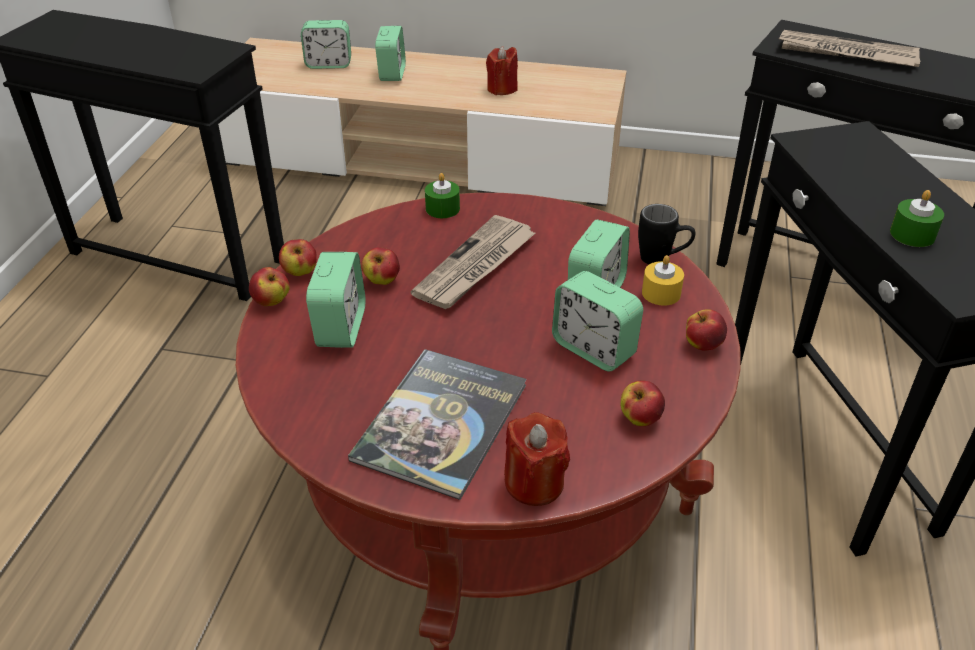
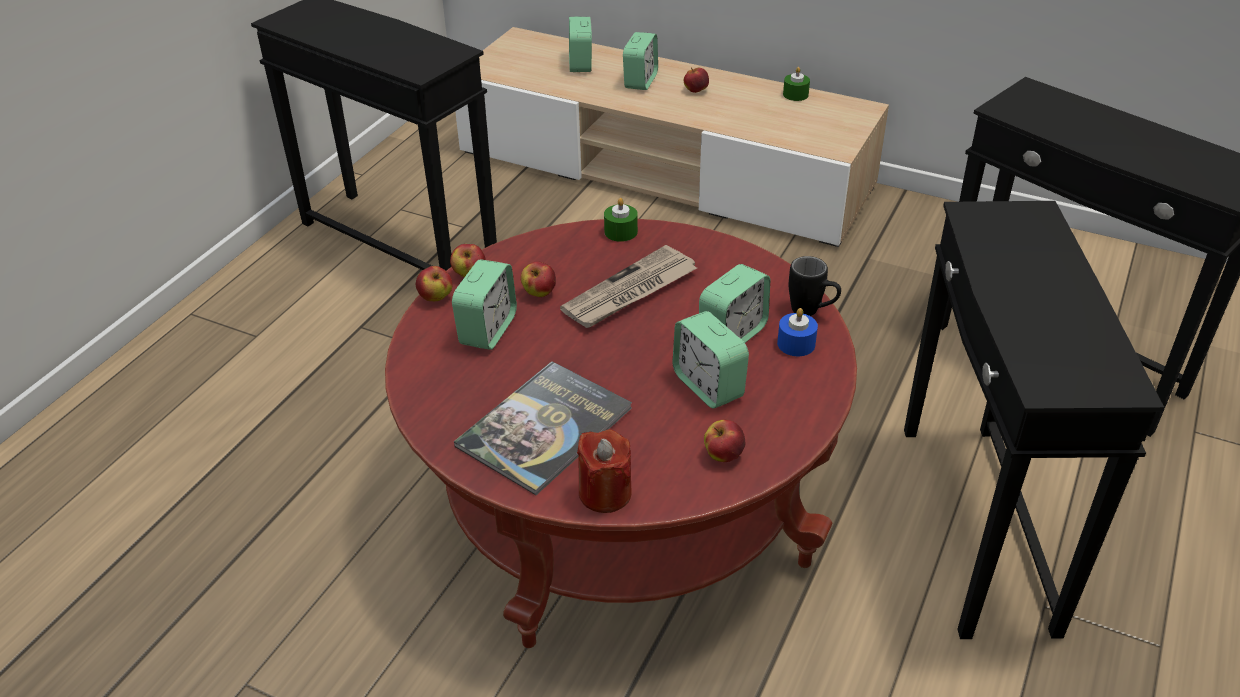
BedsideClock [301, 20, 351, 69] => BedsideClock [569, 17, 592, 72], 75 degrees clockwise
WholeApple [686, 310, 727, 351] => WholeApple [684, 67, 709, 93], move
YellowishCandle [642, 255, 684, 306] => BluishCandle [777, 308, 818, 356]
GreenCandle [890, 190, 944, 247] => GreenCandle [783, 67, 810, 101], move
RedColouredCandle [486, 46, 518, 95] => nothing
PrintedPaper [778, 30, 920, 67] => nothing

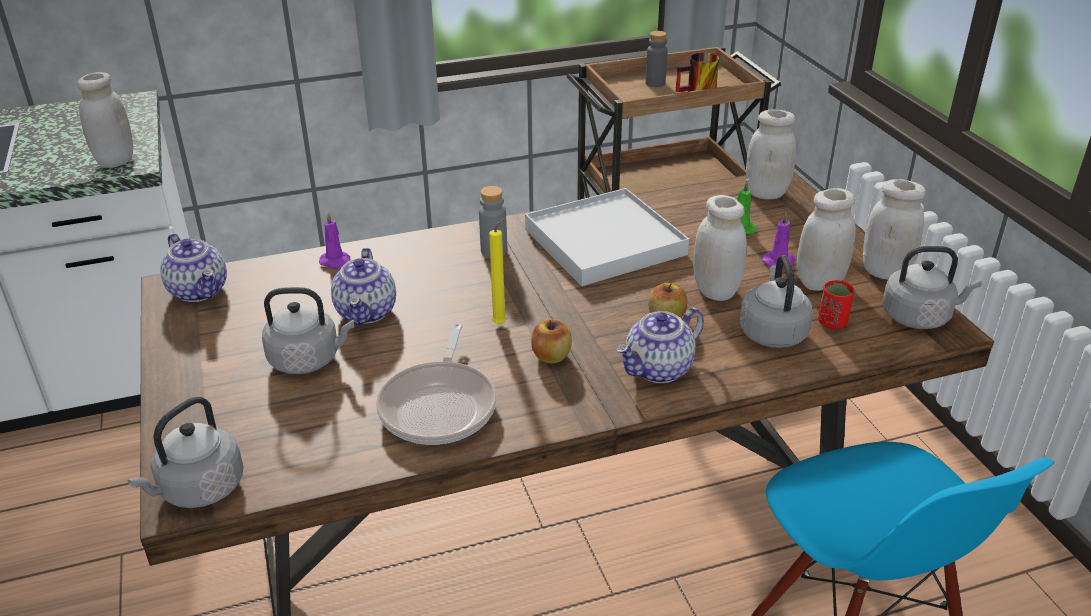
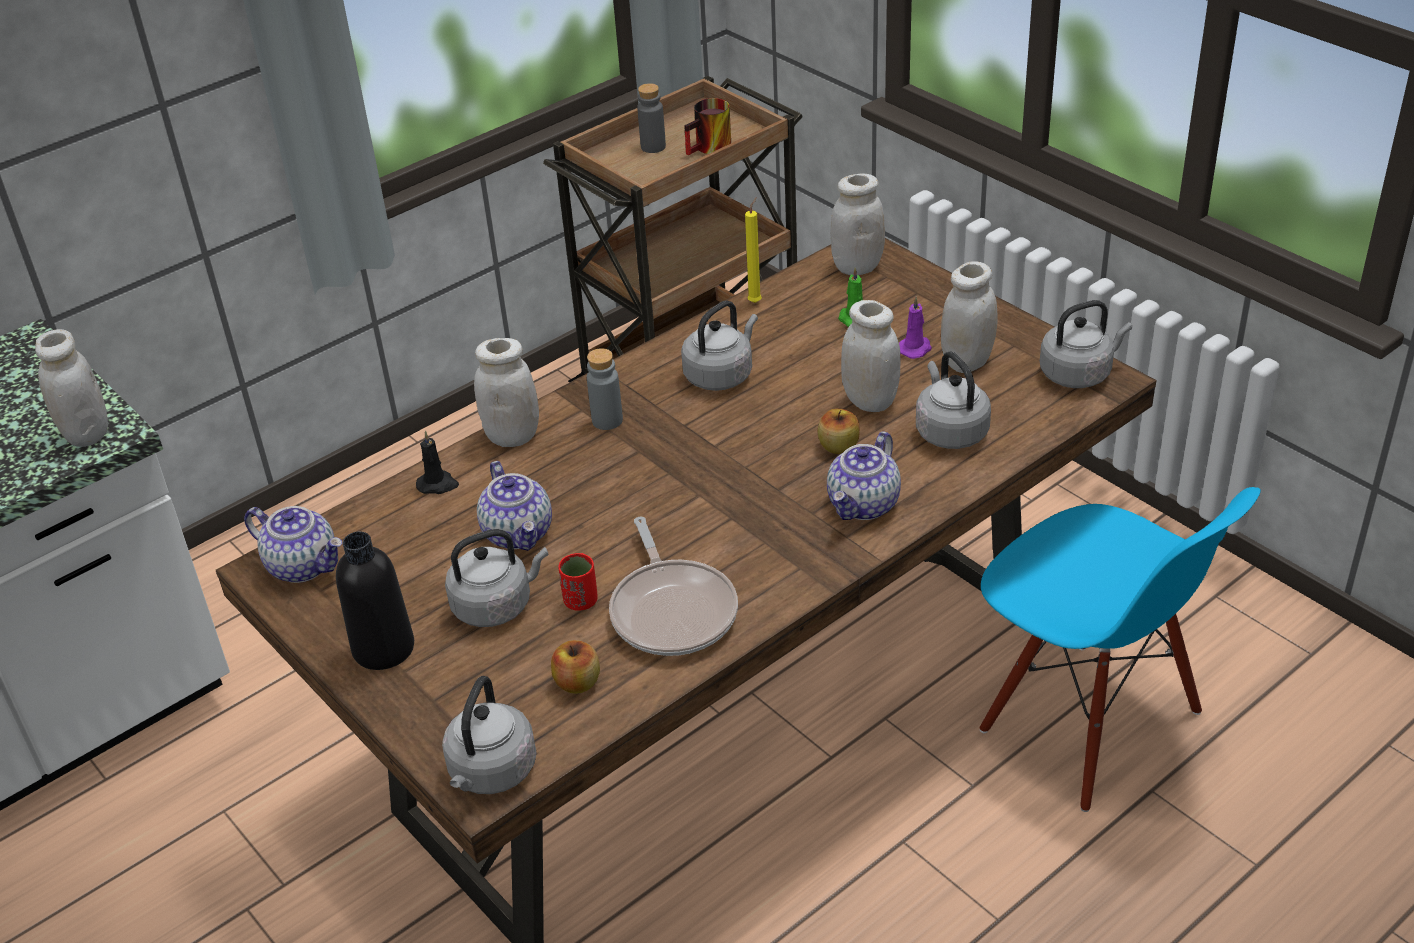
nothing => BlackishDrinkBottle [336, 531, 414, 670]
PurpleColouredCandle [319, 212, 350, 269] => BlackishCandle [416, 431, 459, 494]
WhiteColouredStorageJar [863, 179, 926, 280] => WhiteColouredStorageJar [474, 338, 539, 447], move
WholeApple [531, 319, 572, 363] => WholeApple [551, 640, 600, 694], move
RedColouredCup [818, 280, 854, 329] => RedColouredCup [559, 553, 598, 611], move
WhiteColouredServingTray [525, 188, 689, 286] => GreyishTeaKettle [681, 300, 758, 391]
YellowishCandle [489, 217, 507, 325] => YellowishCandle [745, 197, 762, 303], move

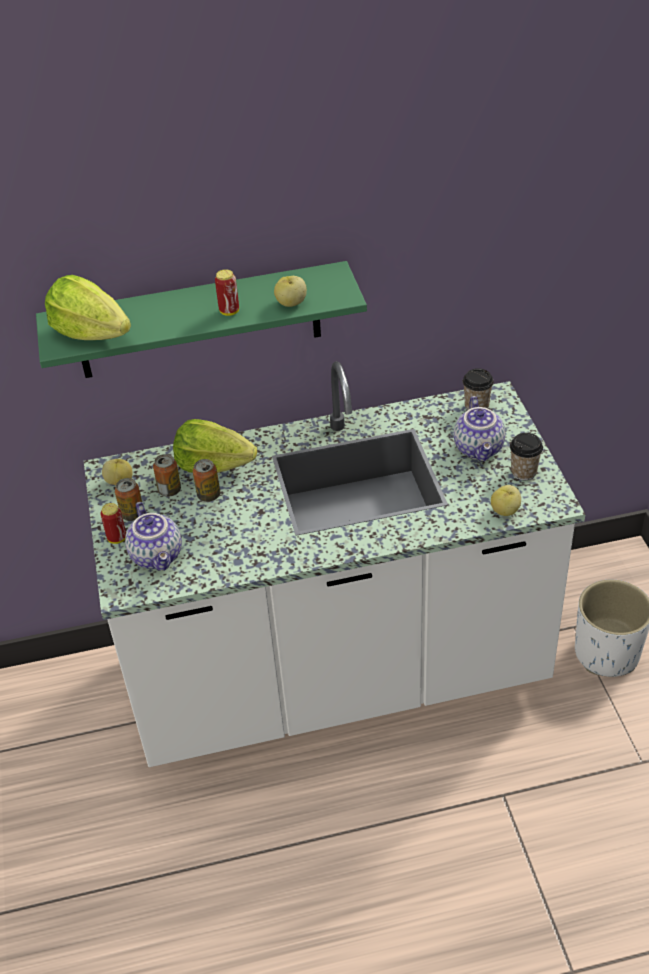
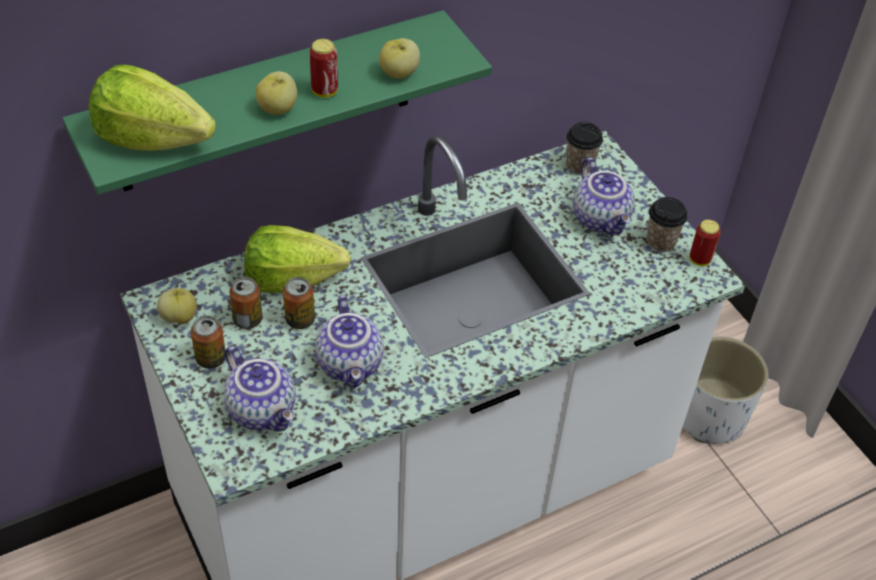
WholeApple [491, 485, 521, 516] => WholeApple [256, 71, 297, 115], move
nothing => Teapot [315, 295, 384, 388]
Can [101, 503, 126, 544] => Can [690, 220, 720, 266], move

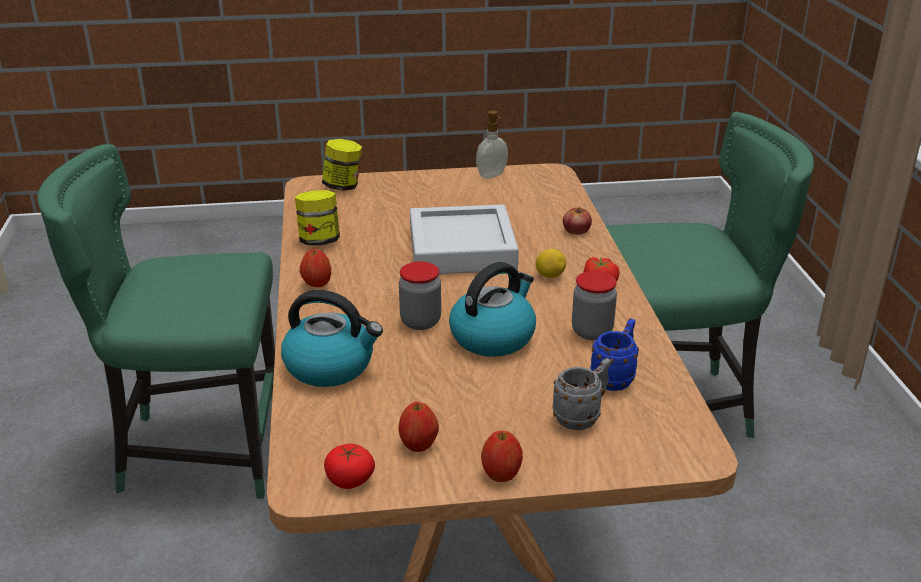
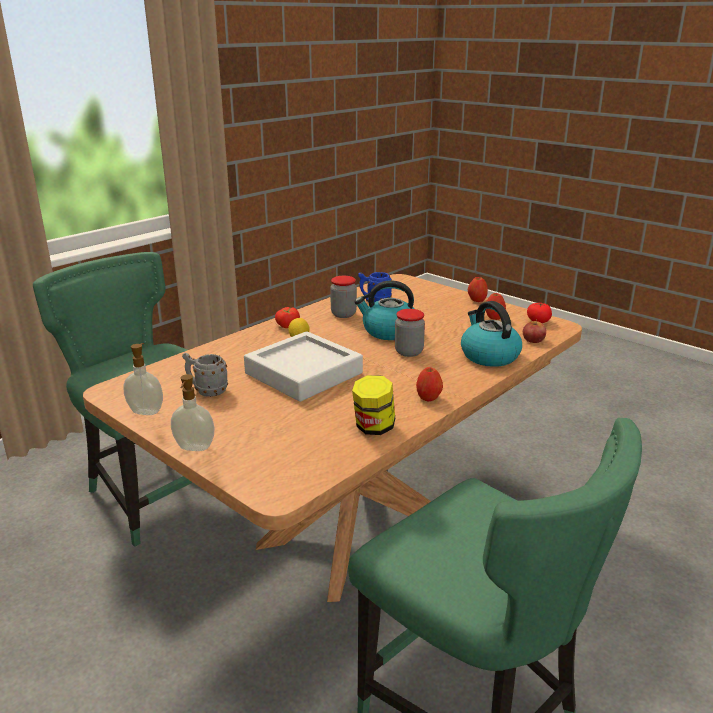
nothing => LiquidSoapBottle [171, 374, 214, 451]
GreyishTeaMug [553, 358, 611, 430] => GreyishTeaMug [182, 353, 228, 397], move
WholeApple [563, 207, 592, 235] => WholeApple [523, 319, 546, 343], move
StorageJar [322, 139, 362, 191] => nothing

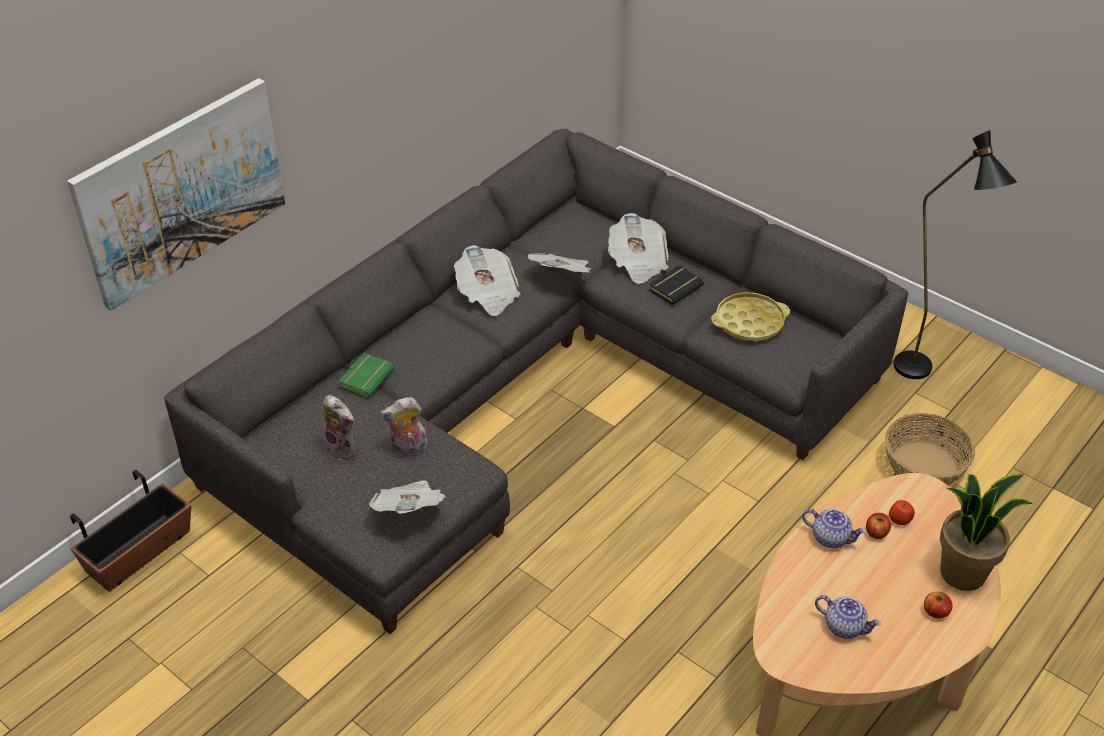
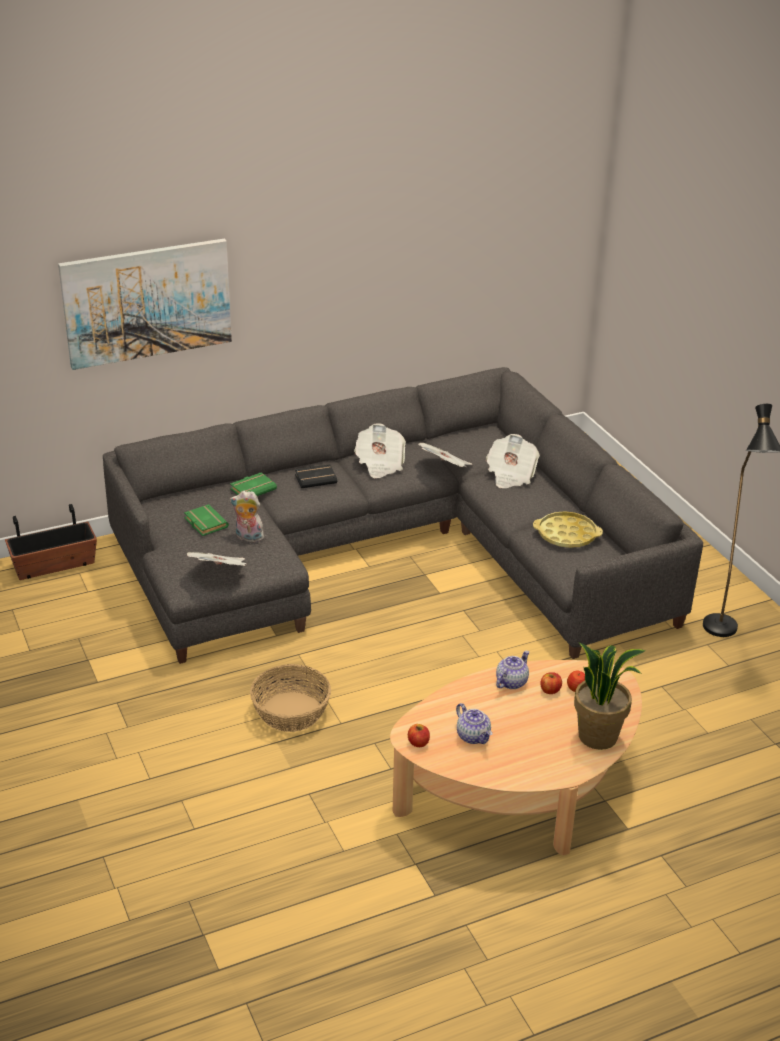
CuddlyToy [323, 395, 356, 460] => GreenBook [184, 504, 229, 536]
StorageBasket [885, 413, 975, 485] => StorageBasket [250, 664, 331, 732], move
BlackishBook [649, 265, 704, 305] => BlackishBook [295, 464, 337, 488], move
WholeApple [924, 592, 953, 619] => WholeApple [408, 724, 430, 747], move
Teapot [802, 509, 866, 548] => Teapot [496, 651, 529, 689], 105 degrees counterclockwise

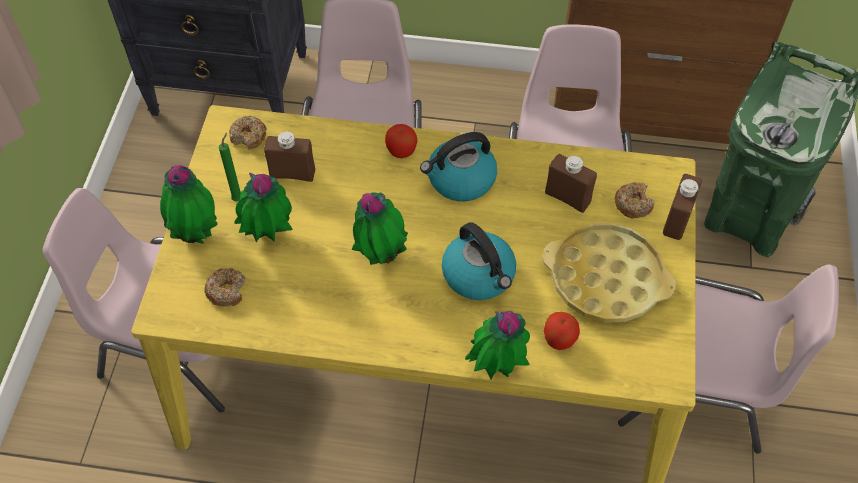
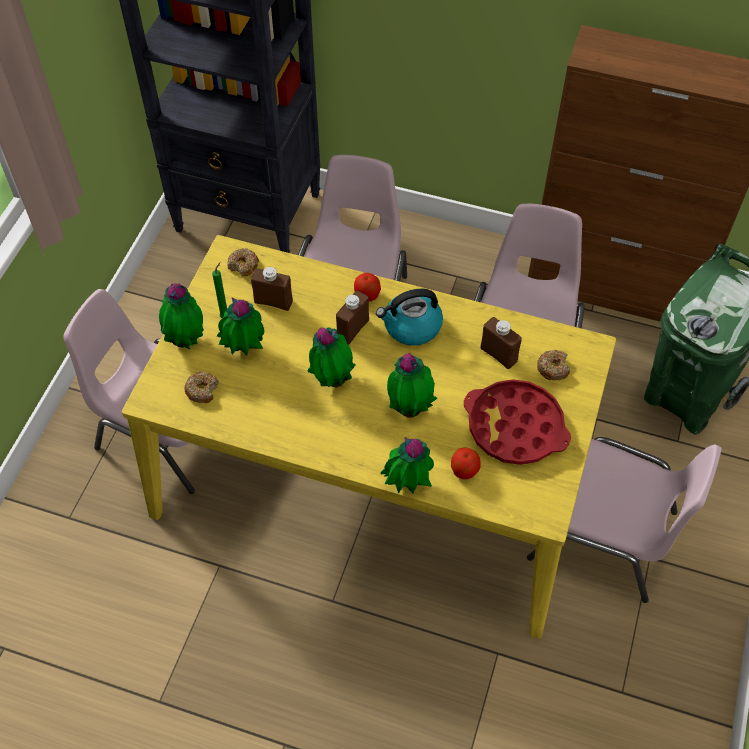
BrownDrinkBottle [663, 174, 702, 240] => BrownDrinkBottle [336, 291, 369, 345], move
TeaKettle [442, 222, 516, 300] => PottedPlant [387, 353, 437, 418]
YellowishServingTray [542, 223, 676, 322] => RedColouredServingTray [464, 379, 571, 465]

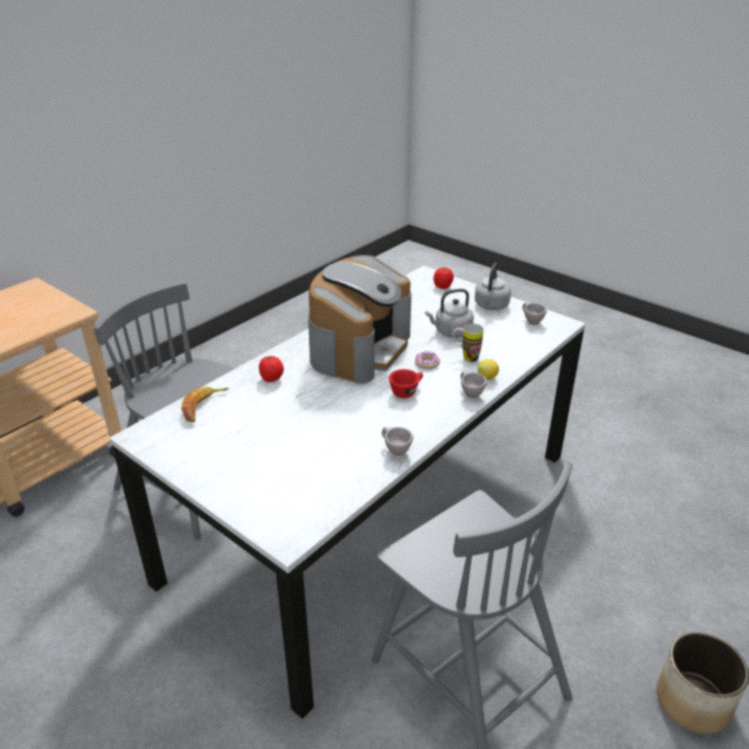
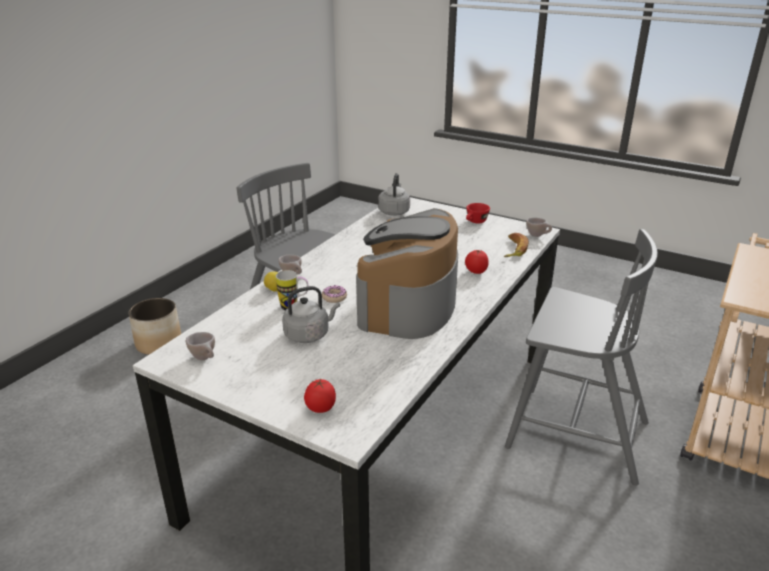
GreyishTeaKettle [475, 263, 511, 310] => GreyishTeaKettle [378, 173, 410, 216], move
RedColouredCup [389, 369, 423, 398] => RedColouredCup [466, 203, 490, 223], move
BeigeColouredCup [382, 427, 413, 456] => BeigeColouredCup [526, 217, 552, 237], move

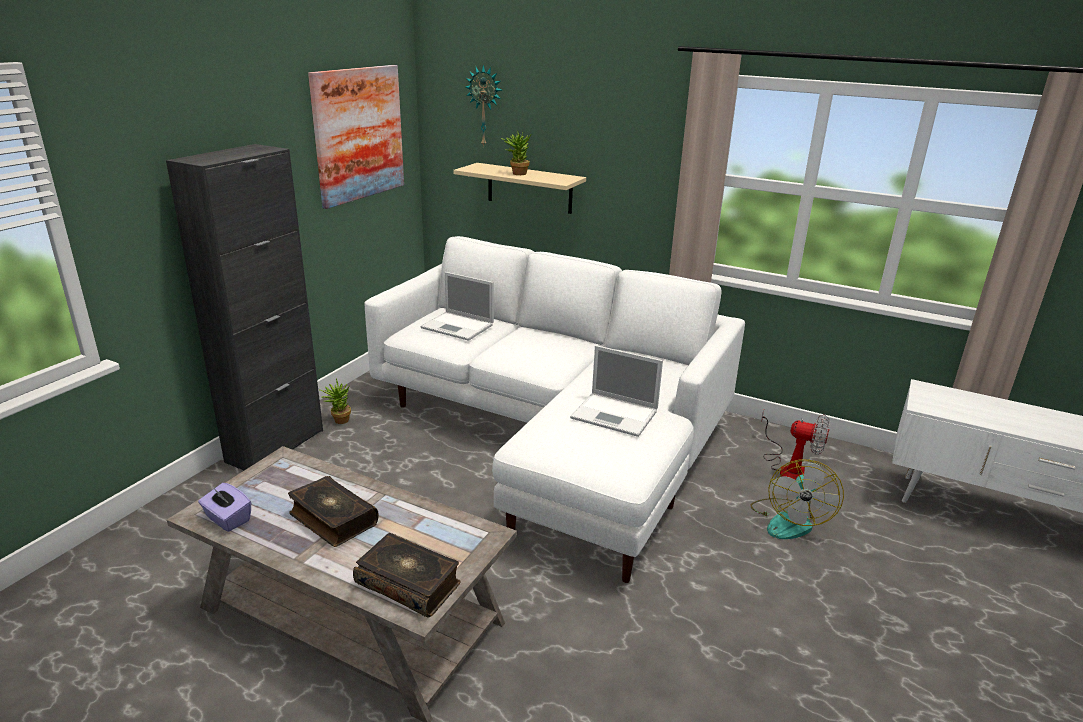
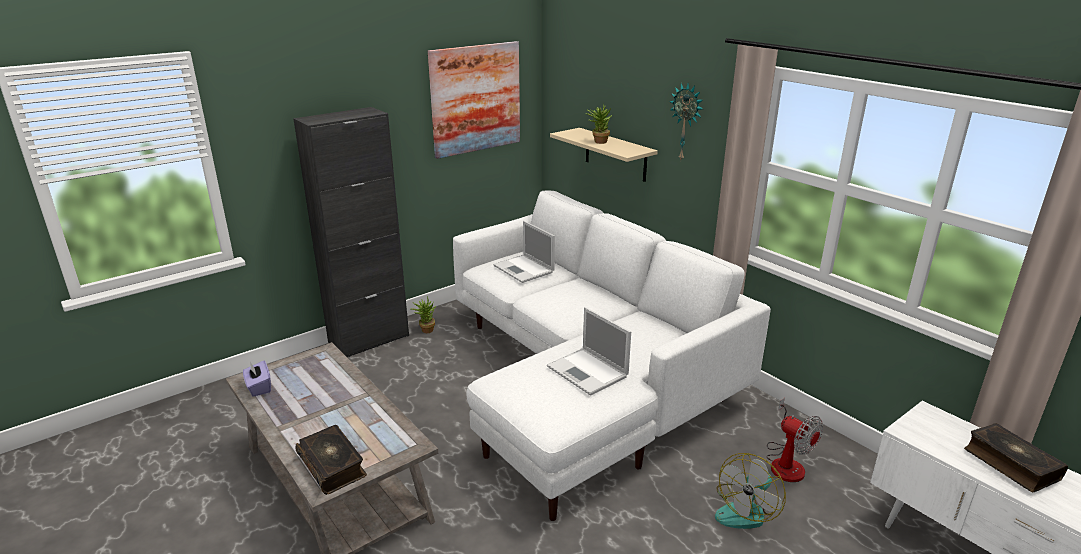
HangingClock [466, 65, 502, 148] => HangingClock [669, 83, 703, 160], move
Book [288, 476, 379, 547] => Book [964, 423, 1068, 492], move

